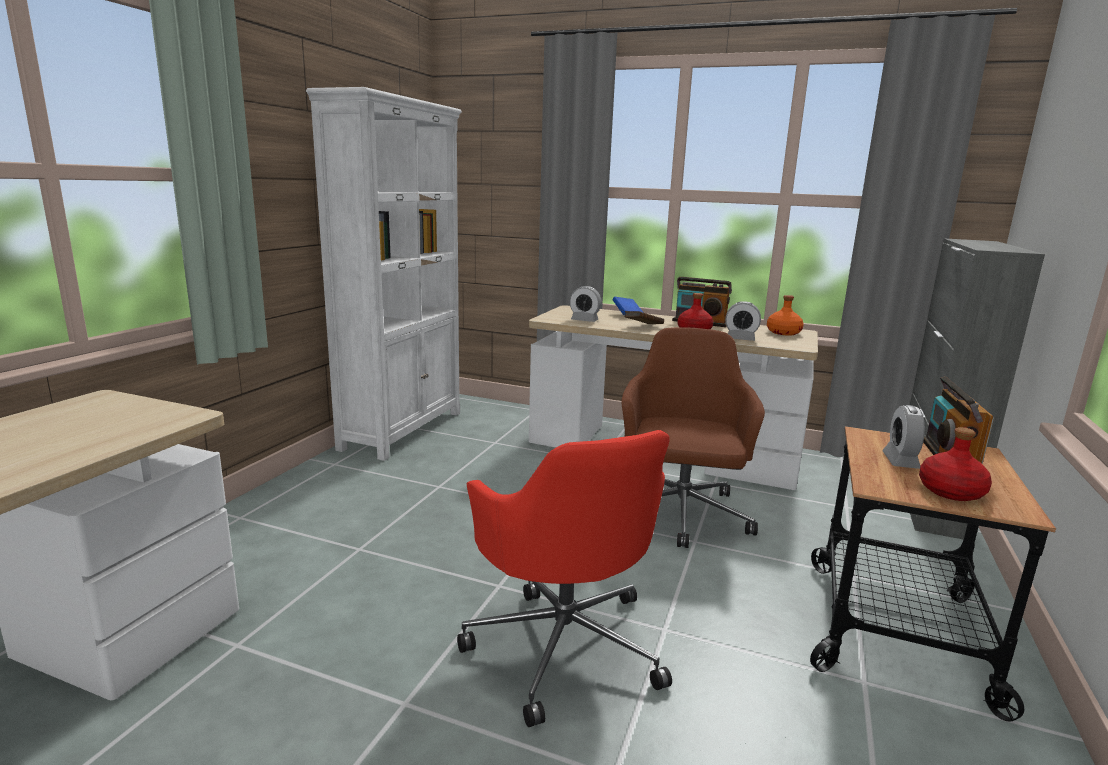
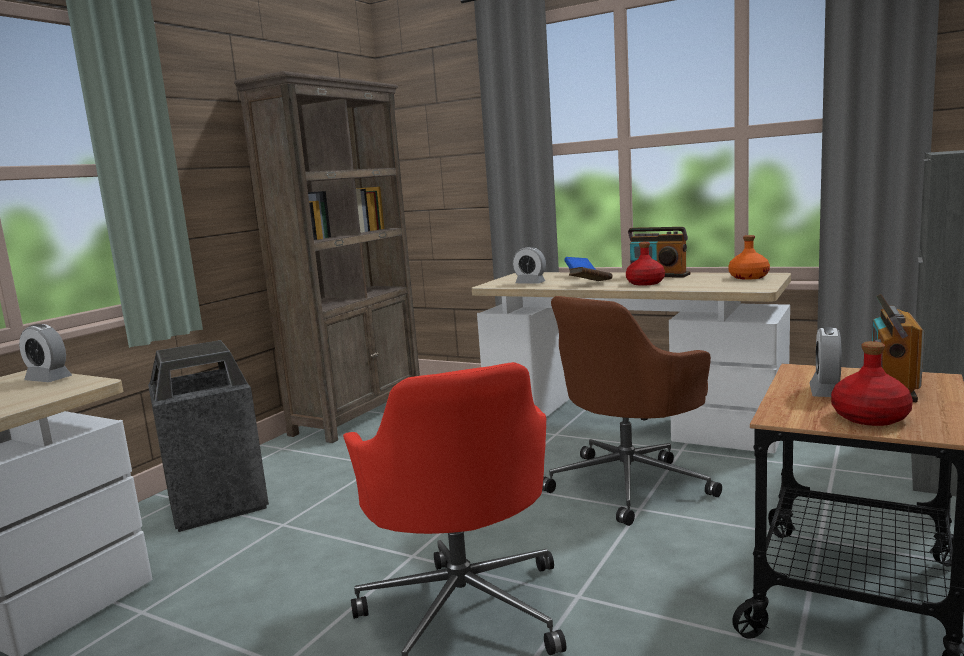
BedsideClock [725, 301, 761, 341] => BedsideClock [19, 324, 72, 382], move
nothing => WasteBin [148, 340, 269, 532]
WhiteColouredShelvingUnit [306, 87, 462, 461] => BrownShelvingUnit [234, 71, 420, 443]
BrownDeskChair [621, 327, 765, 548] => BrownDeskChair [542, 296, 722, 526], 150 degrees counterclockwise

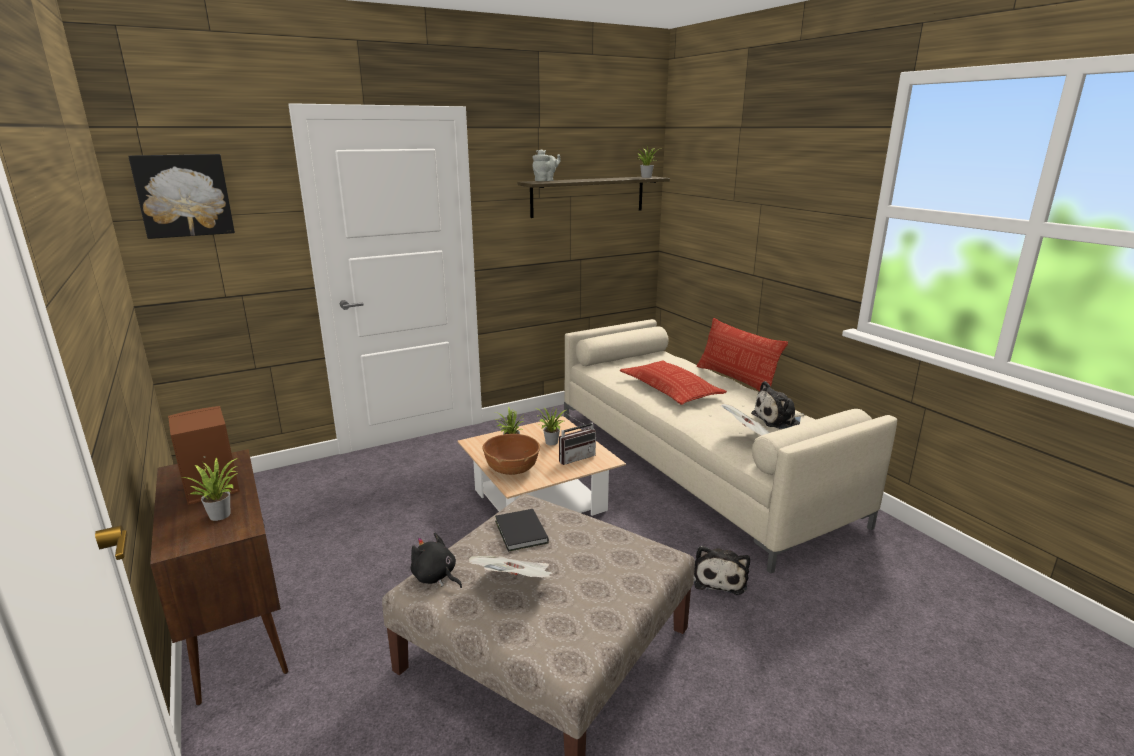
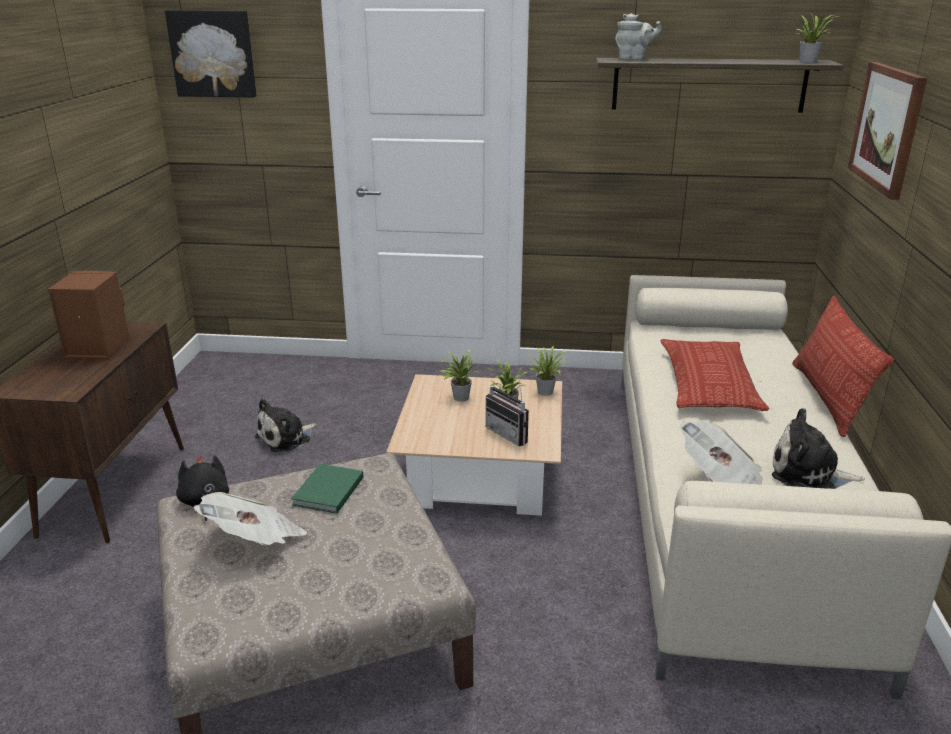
CuddlyToy [693, 546, 750, 595] => CuddlyToy [255, 398, 316, 452], move
BlackishBook [495, 509, 549, 552] => GreenBook [291, 464, 363, 513]
RadioReceiver [559, 413, 596, 465] => RadioReceiver [486, 375, 529, 446], 45 degrees clockwise
PottedPlant [181, 457, 238, 521] => PottedPlant [527, 346, 569, 396], move
nothing => WallArt [848, 62, 927, 200]
BrownDeepDish [483, 434, 540, 475] => nothing

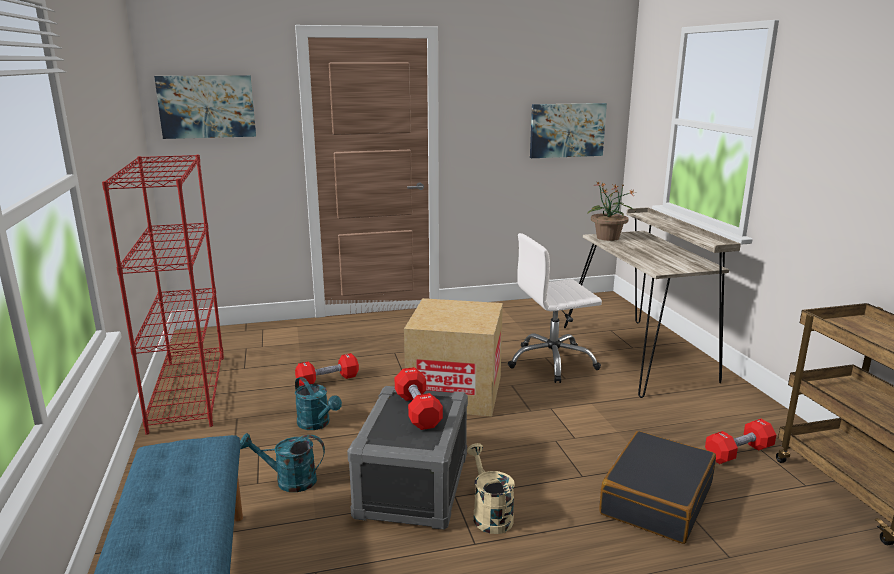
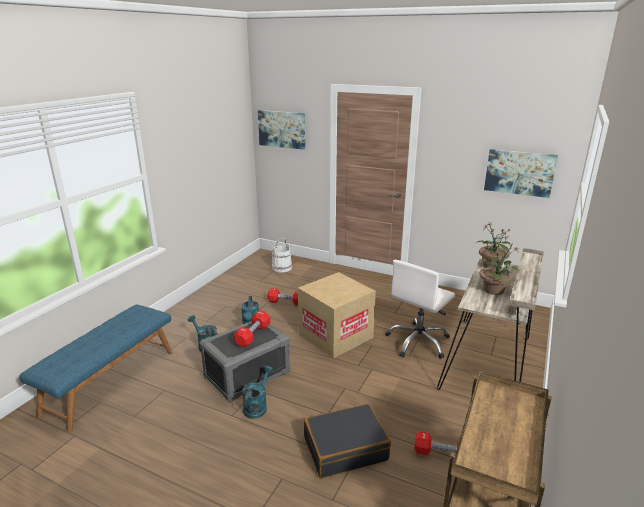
BeigeColouredWateringPot [467, 443, 515, 534] => BlueGreenWateringPot [242, 366, 273, 419]
nothing => WhiteColouredBucket [272, 238, 292, 273]
WhiteColouredDeskChair [508, 233, 602, 383] => WhiteColouredDeskChair [385, 260, 455, 359], 75 degrees counterclockwise
nothing => PottedPlant [479, 243, 520, 295]
RedColouredShelvingUnit [102, 154, 224, 435] => nothing

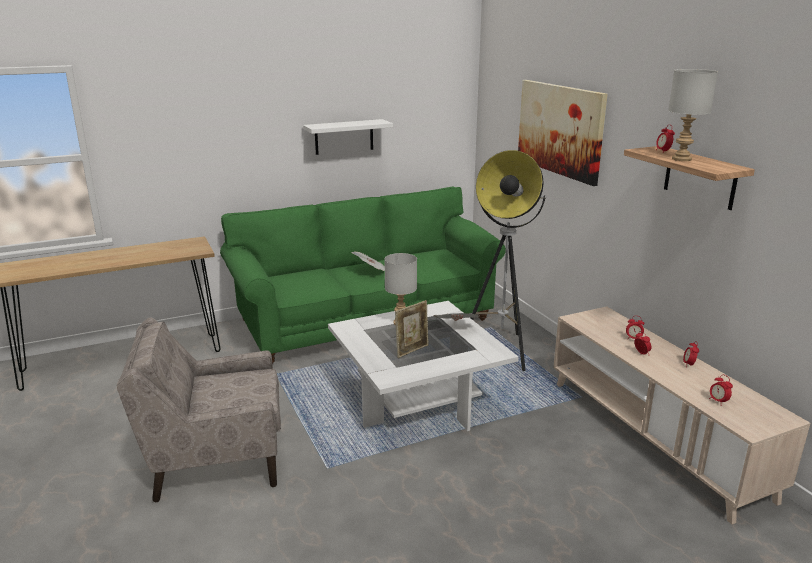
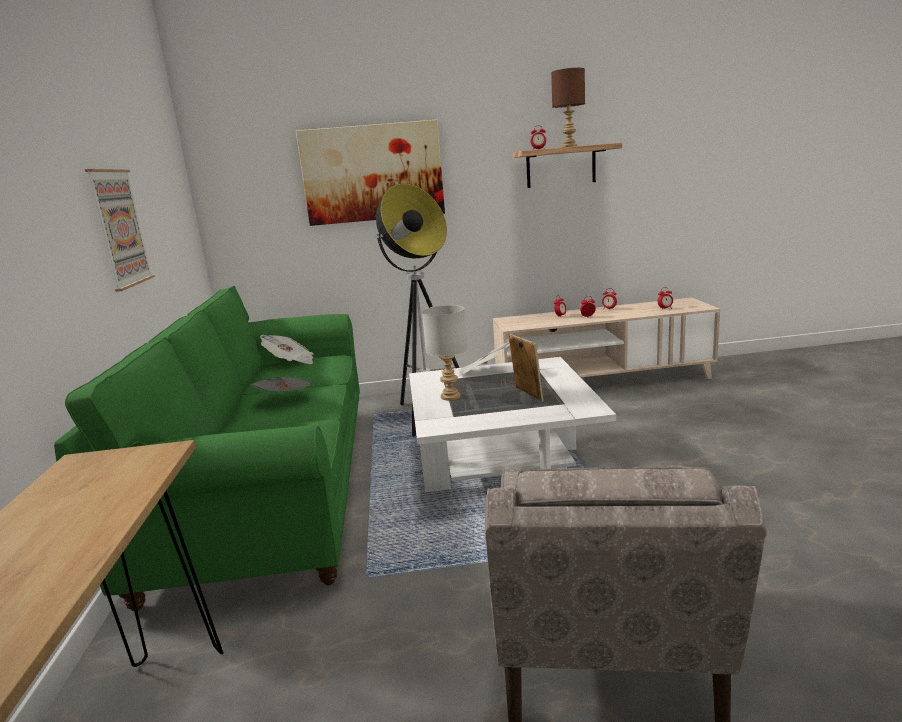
WhiteColouredBracketShelf [303, 119, 393, 155] => WallArt [85, 169, 155, 292]
nothing => PrintedPaper [260, 335, 314, 364]
GreyishLampForATable [668, 69, 718, 161] => BrownLampForATable [551, 68, 585, 148]

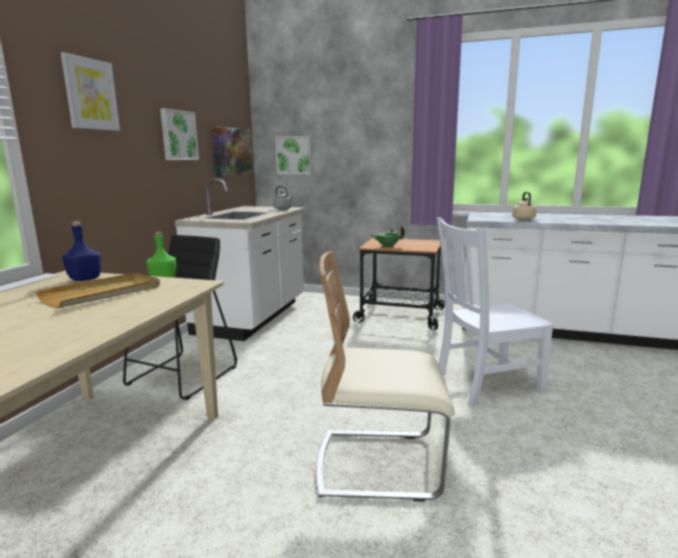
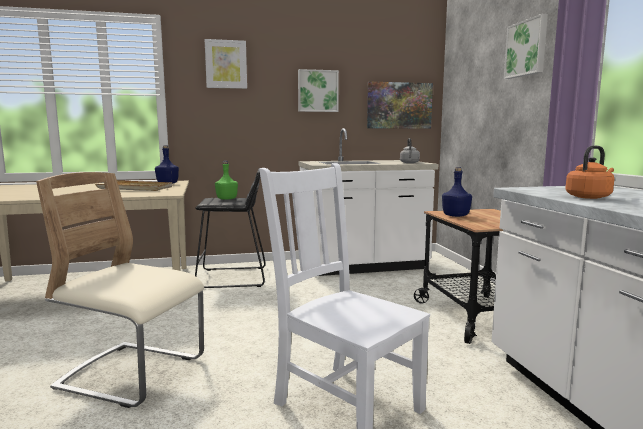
BeigeColouredUprightChair [316, 252, 455, 502] => BeigeColouredUprightChair [36, 172, 204, 408], 45 degrees counterclockwise
GreenTeapot [371, 226, 405, 248] => BluishDrinkBottle [442, 167, 472, 217]
WallArt [275, 136, 312, 174] => WallArt [504, 14, 548, 79], move
BeigeColouredTeaKettle [512, 192, 537, 220] => OrangeyTeaKettle [565, 145, 614, 199]

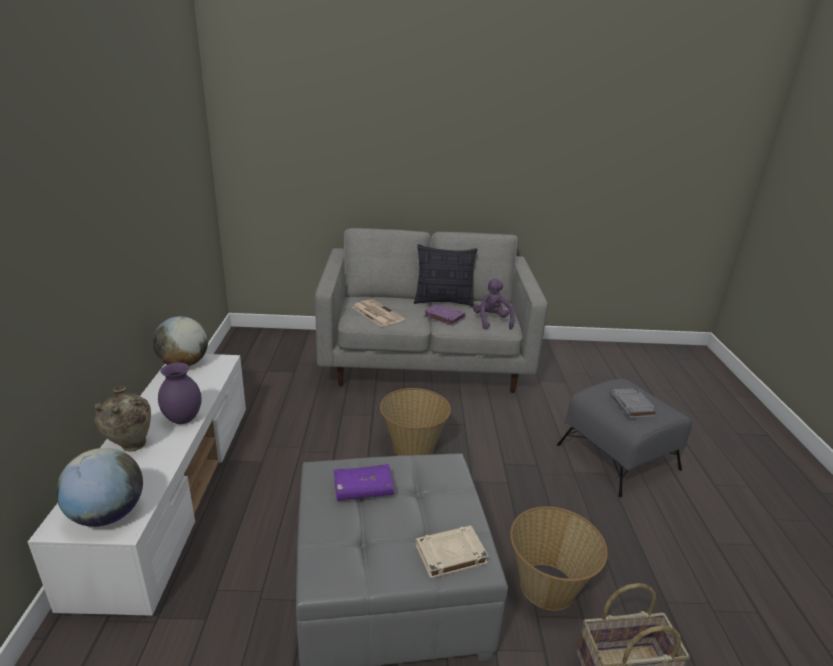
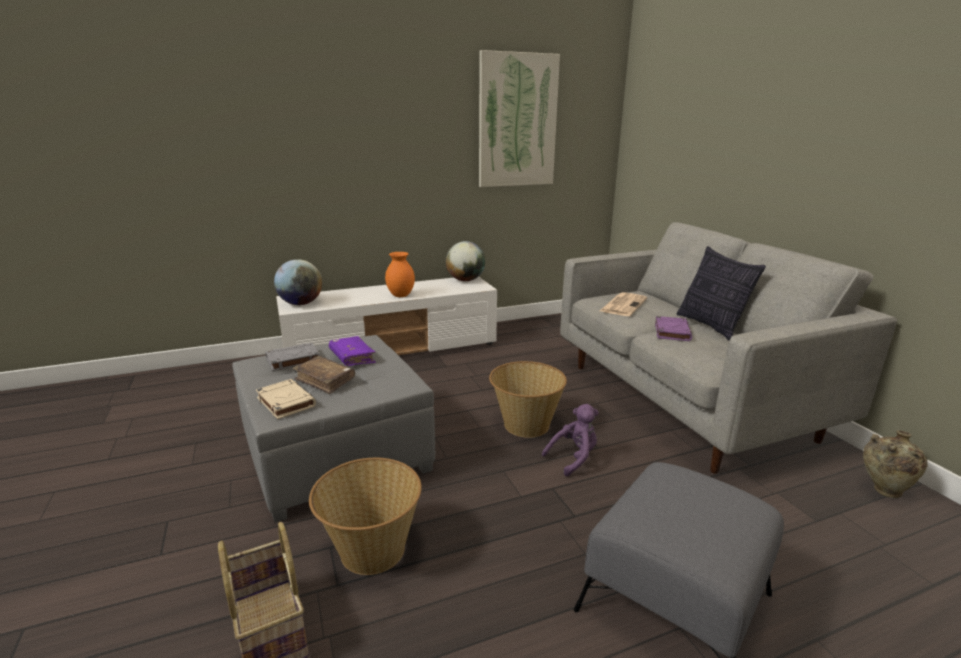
GreyishBook [610, 388, 658, 418] => GreyishBook [265, 343, 320, 371], move
nothing => BrownBook [293, 356, 355, 394]
PurpleColouredVase [158, 363, 202, 424] => OrangeyVase [385, 252, 415, 297]
nothing => WallArt [479, 50, 560, 187]
PurpleColouredCuddlyToy [473, 278, 515, 330] => PurpleColouredCuddlyToy [542, 404, 599, 476], move
BeigeColouredVase [94, 386, 151, 451] => BeigeColouredVase [863, 430, 928, 498], move

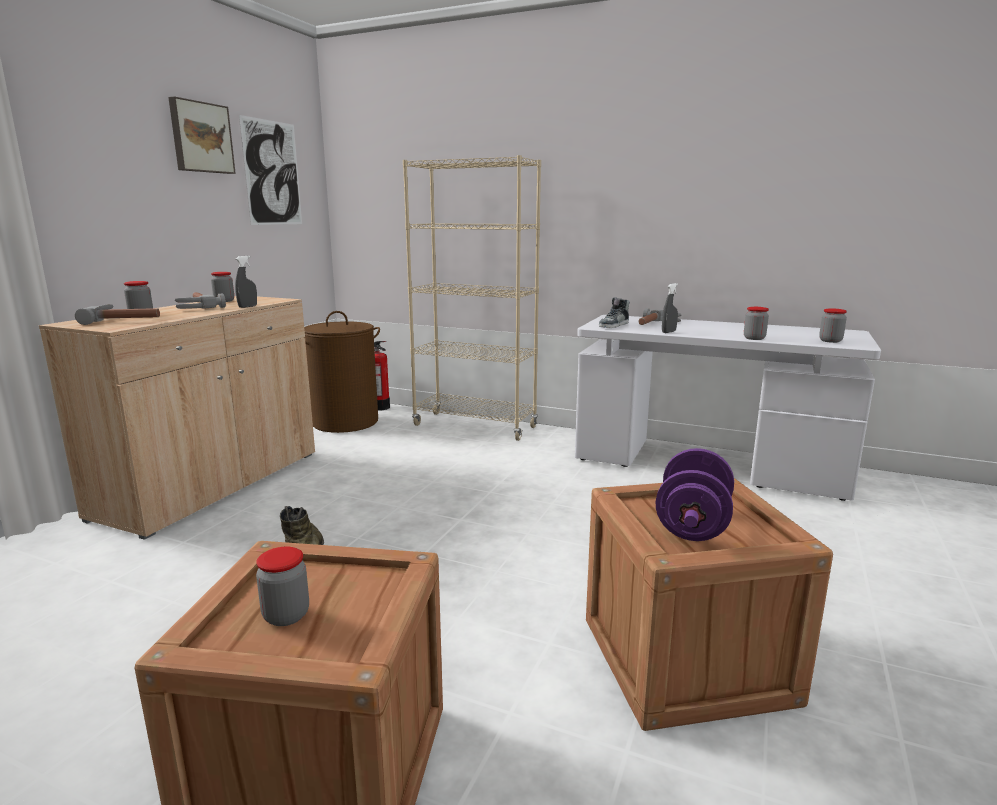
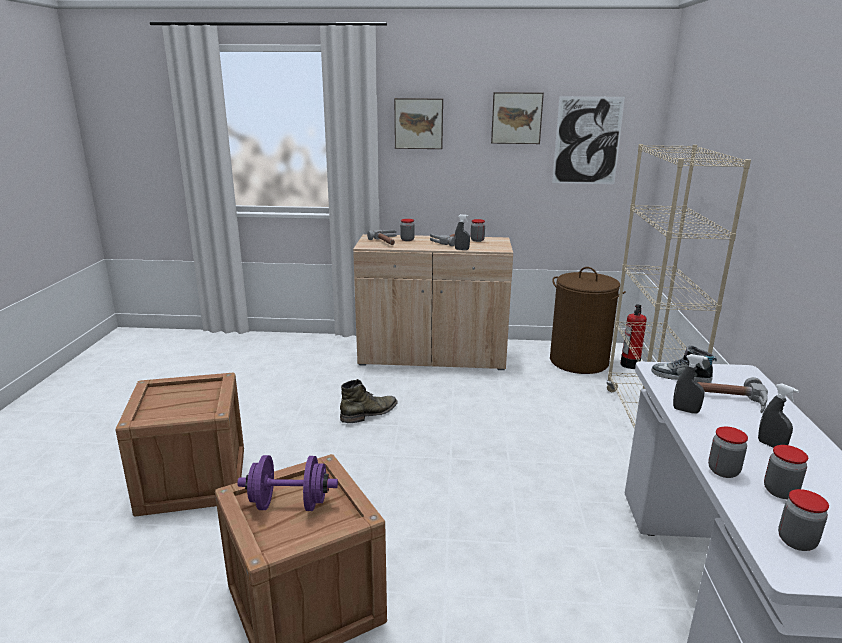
nothing => WallArt [394, 98, 443, 149]
nothing => GreyishSprayer [758, 384, 799, 448]
StorageJar [256, 547, 309, 626] => StorageJar [764, 445, 808, 499], move

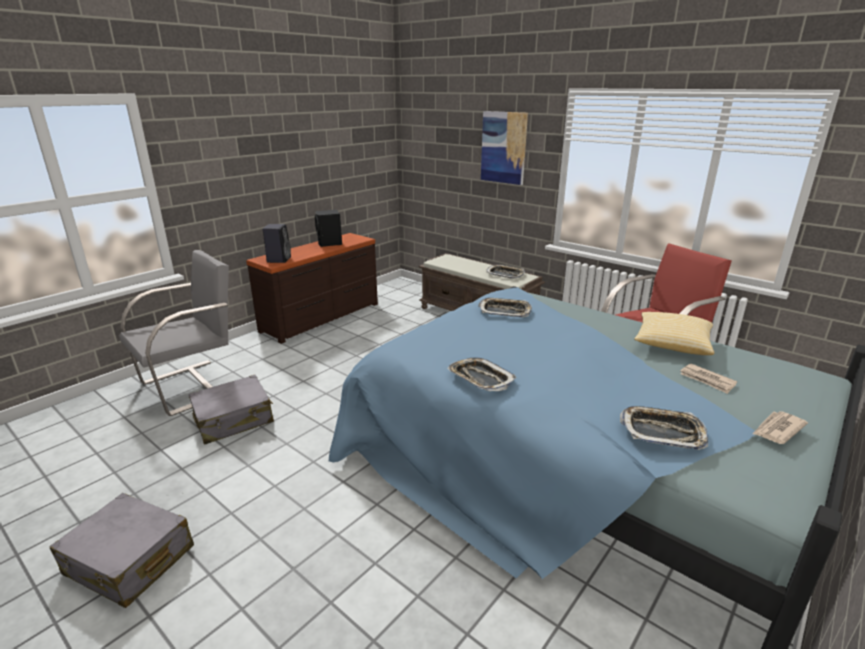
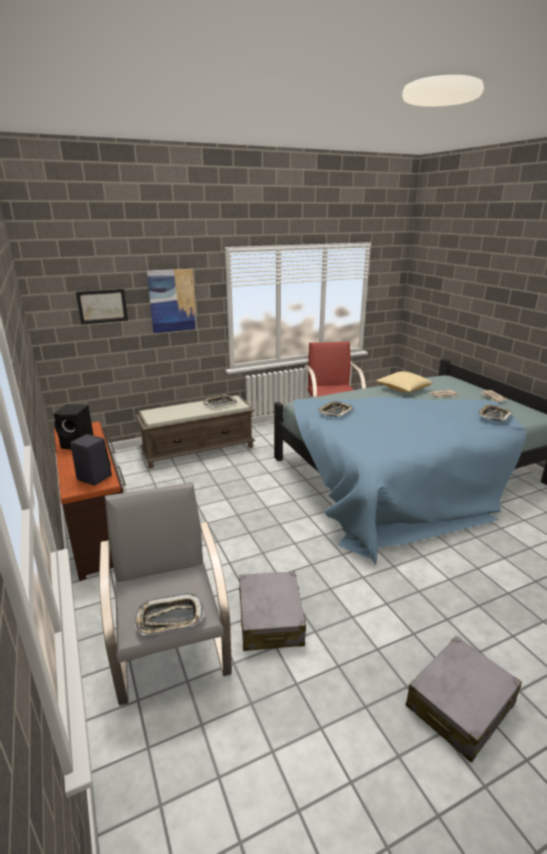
nothing => WallArt [76, 289, 128, 325]
ServingTray [447, 358, 517, 391] => ServingTray [134, 593, 205, 635], move

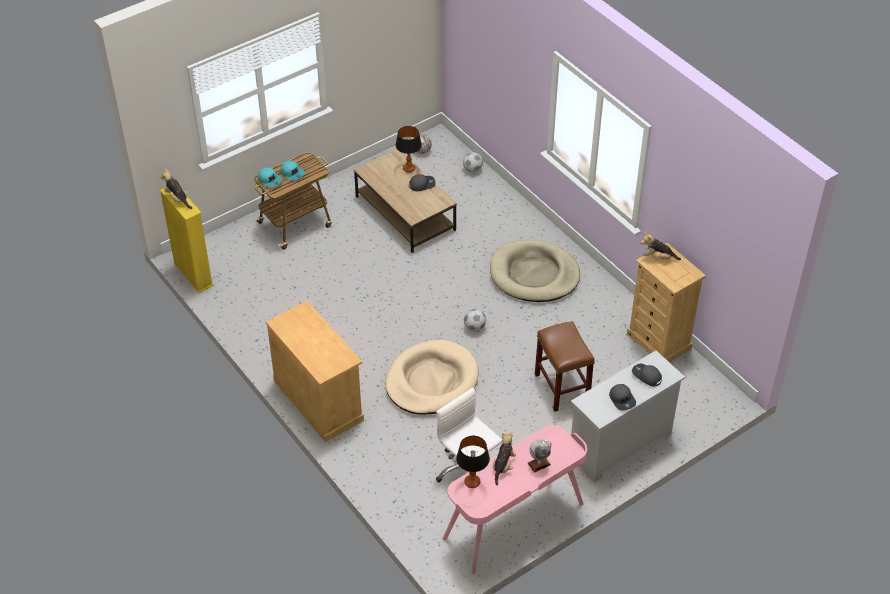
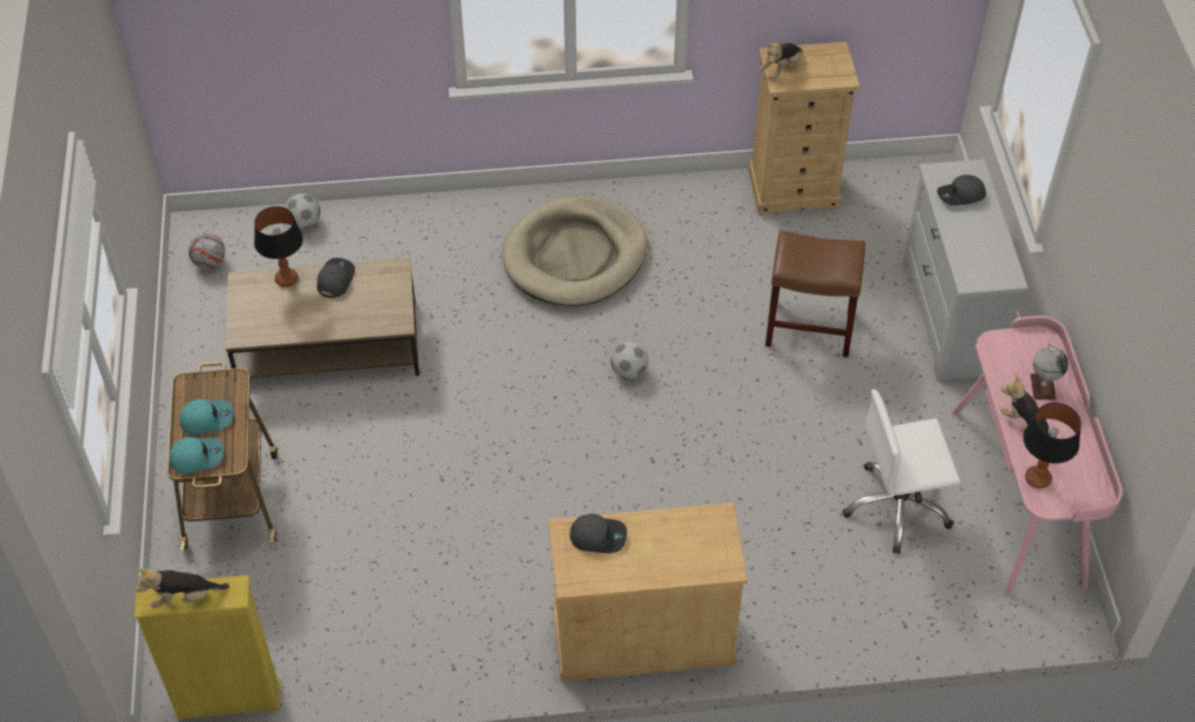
GreyishCap [609, 384, 636, 411] => GreyishCap [570, 514, 627, 553], move
BeigeColouredDogBed [385, 340, 479, 415] => nothing

